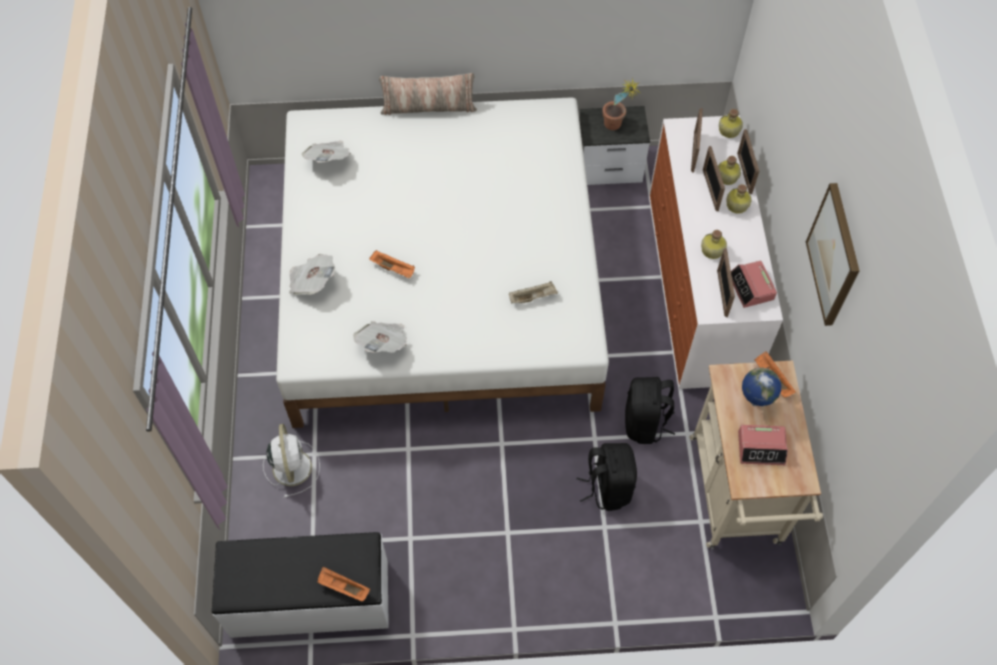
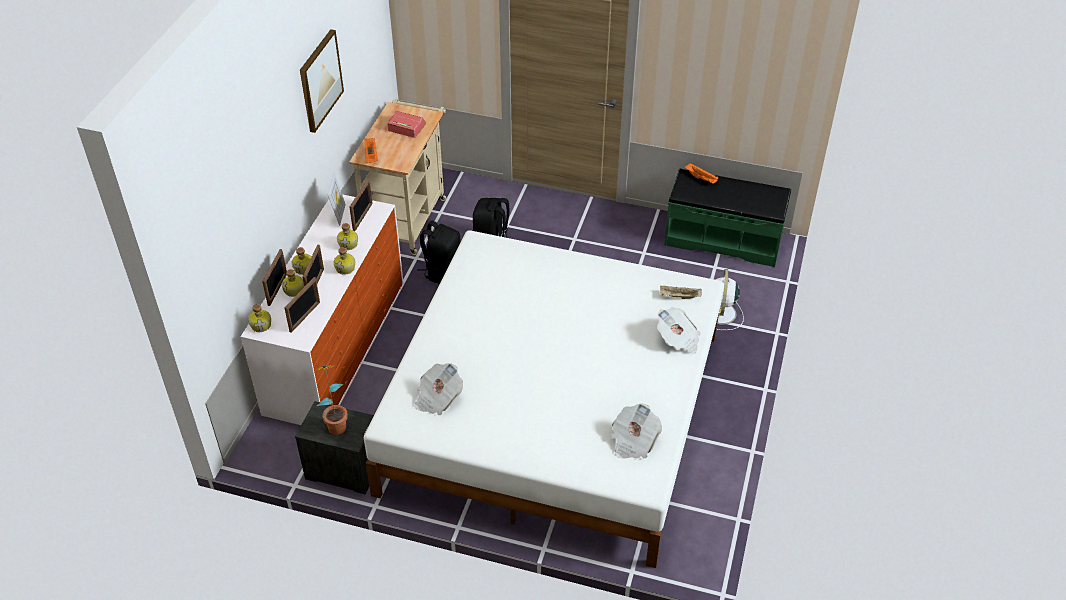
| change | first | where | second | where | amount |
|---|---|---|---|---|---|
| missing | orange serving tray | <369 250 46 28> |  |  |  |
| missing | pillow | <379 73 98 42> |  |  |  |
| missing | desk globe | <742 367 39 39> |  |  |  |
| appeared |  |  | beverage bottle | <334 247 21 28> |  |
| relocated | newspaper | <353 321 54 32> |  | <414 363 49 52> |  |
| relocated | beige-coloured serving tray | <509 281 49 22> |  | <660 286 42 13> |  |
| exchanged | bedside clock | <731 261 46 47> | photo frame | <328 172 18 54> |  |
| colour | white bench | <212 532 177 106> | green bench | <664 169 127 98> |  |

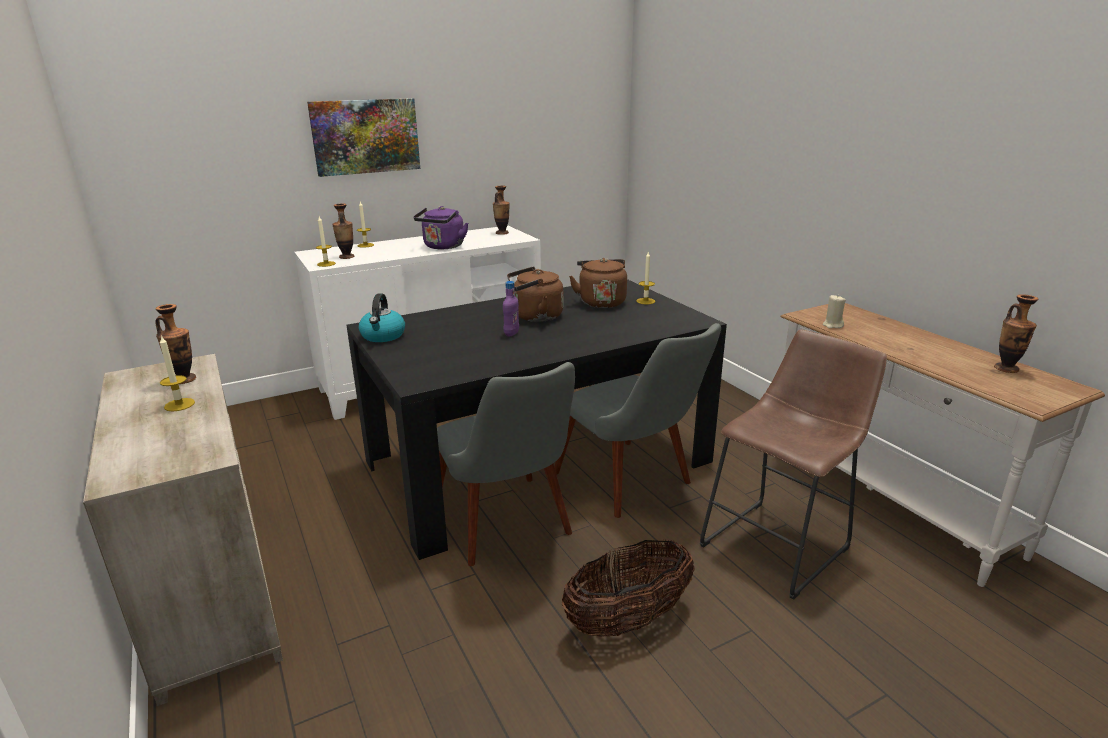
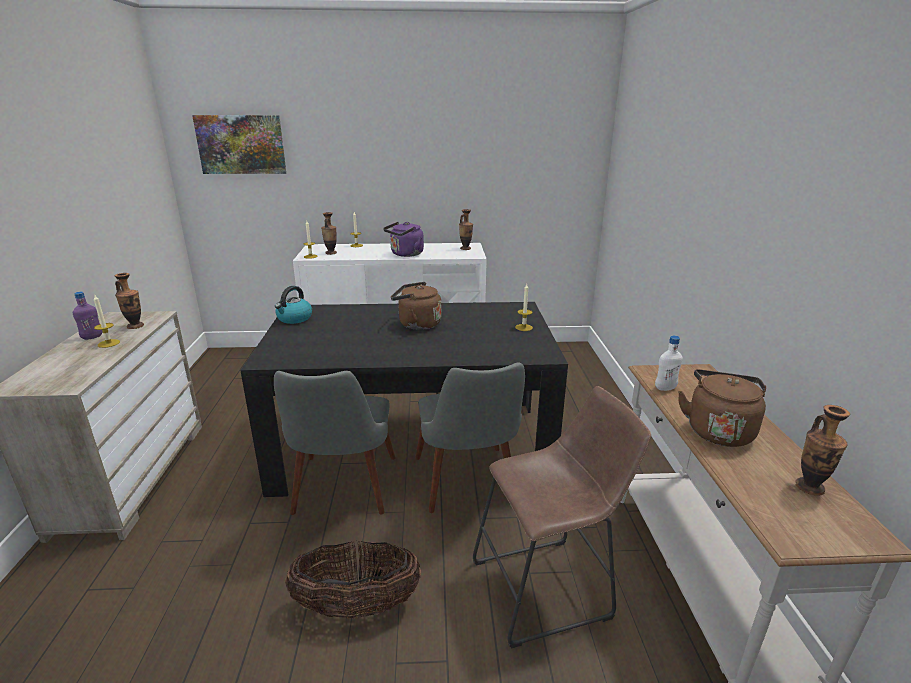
| change | first | where | second | where | amount |
|---|---|---|---|---|---|
| relocated | wall picture | <307 98 113 79> |  | <192 115 94 59> |  |
| relocated | purplish beverage bottle | <503 281 16 55> |  | <73 292 29 48> |  |
| relocated | brownish tea kettle | <569 258 58 50> |  | <678 369 88 78> |  |
| exchanged | beige-coloured wax light | <823 295 23 33> | white beverage bottle | <655 335 28 56> |  |

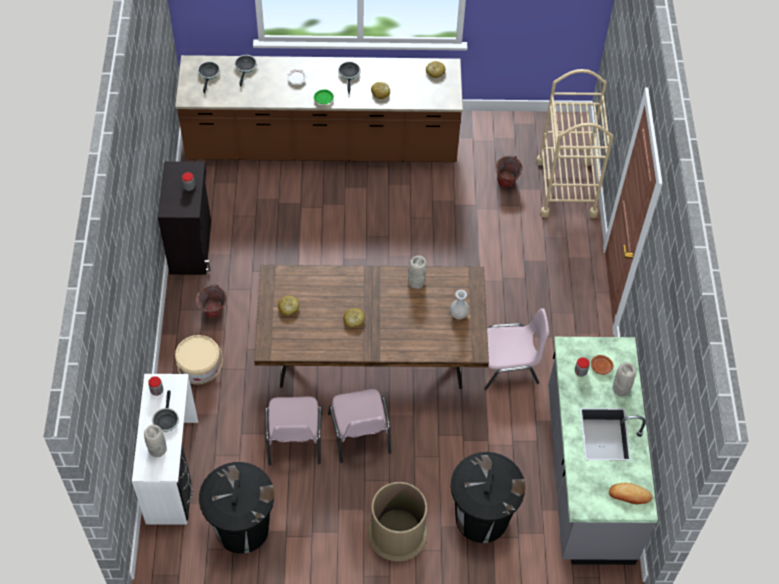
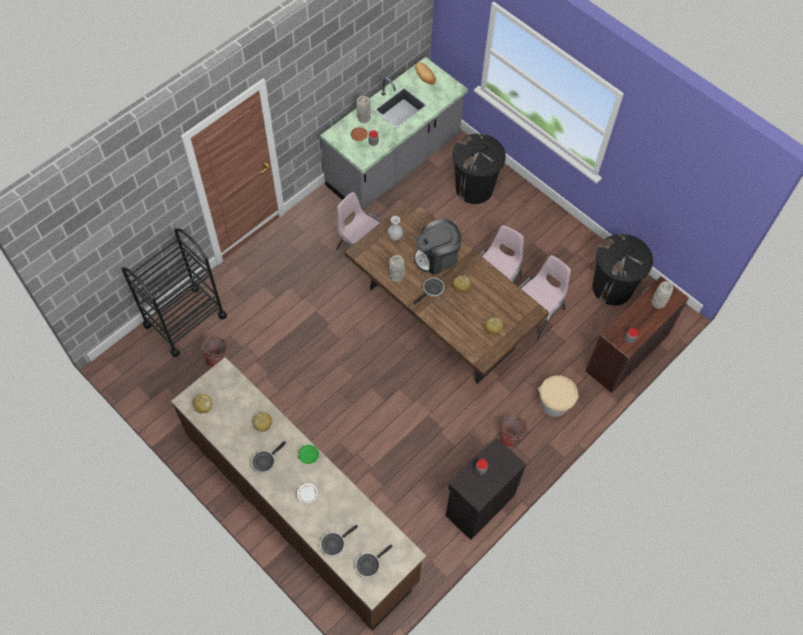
| change | first | where | second | where | amount |
|---|---|---|---|---|---|
| missing | brownish trash can | <368 482 60 79> |  |  |  |
| appeared |  |  | coffee brewer | <414 219 48 56> |  |
| relocated | pan | <152 391 27 41> |  | <414 278 30 27> |  |
| colour | white desk | <132 374 66 151> | brownish desk | <585 276 104 117> |  |
| colour | beige-coloured cart | <536 69 78 149> | black cart | <121 228 106 129> |  |

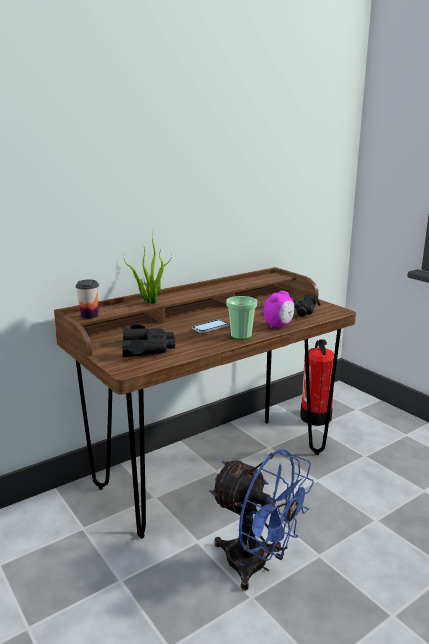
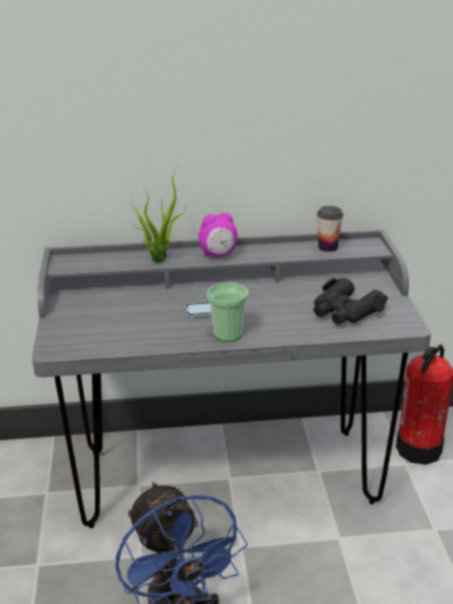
| change | first | where | second | where | amount |
|---|---|---|---|---|---|
| missing | black binoculars | <122 323 53 34> |  |  |  |
| relocated | small cup | <76 279 23 40> |  | <317 206 26 46> |  |
| relocated | bedside clock | <264 291 30 37> |  | <199 212 39 45> |  |
| colour | brownish desk | <54 267 302 272> | grey desk | <32 230 399 298> |  |

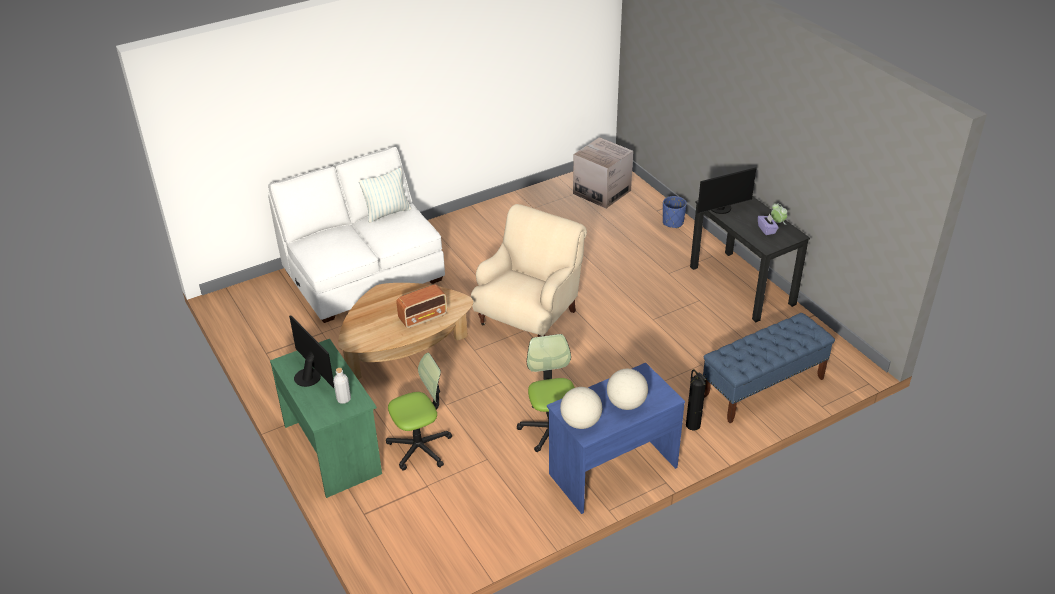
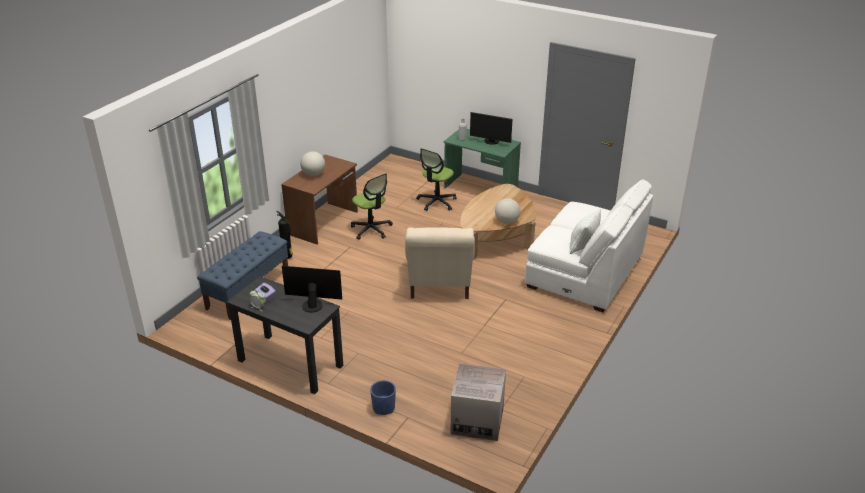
| change | first | where | second | where | amount |
|---|---|---|---|---|---|
| missing | radio | <396 284 51 44> |  |  |  |
| relocated | desk globe | <560 387 42 42> |  | <495 198 26 26> |  |
| colour | blue desk | <547 363 138 151> | brownish desk | <281 155 77 90> |  |
| spun | monitor | <697 167 59 47> |  | <282 266 60 46> | 60 degrees clockwise |

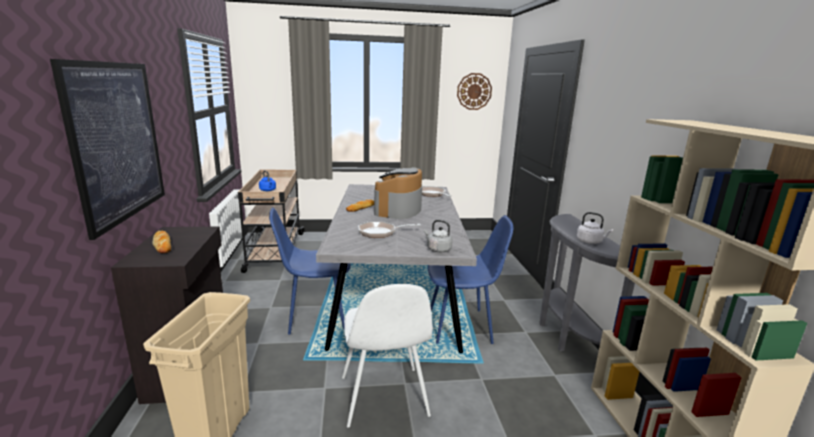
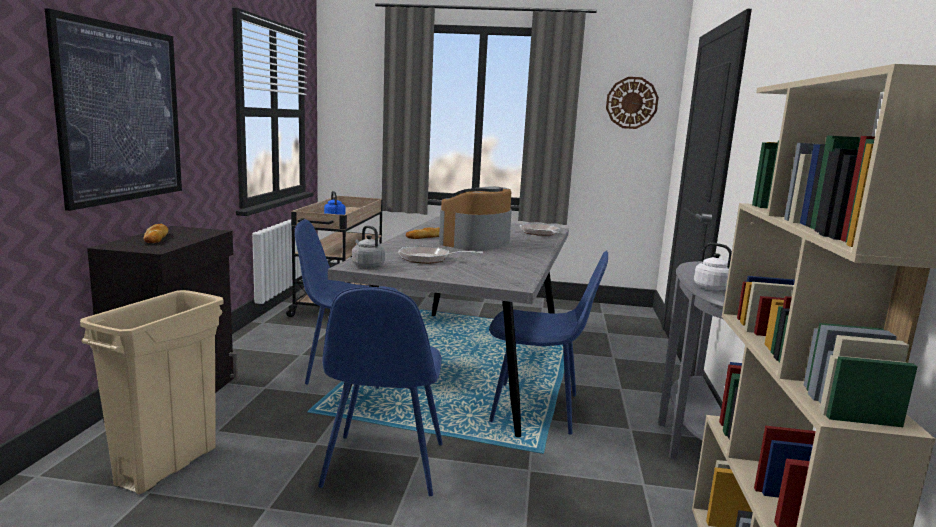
| change | first | where | second | where | amount |
|---|---|---|---|---|---|
| relocated | grey tea kettle | <424 220 29 32> |  | <352 226 33 42> |  |
| colour | white upright chair | <342 284 91 144> | blue upright chair | <318 287 125 209> |  |

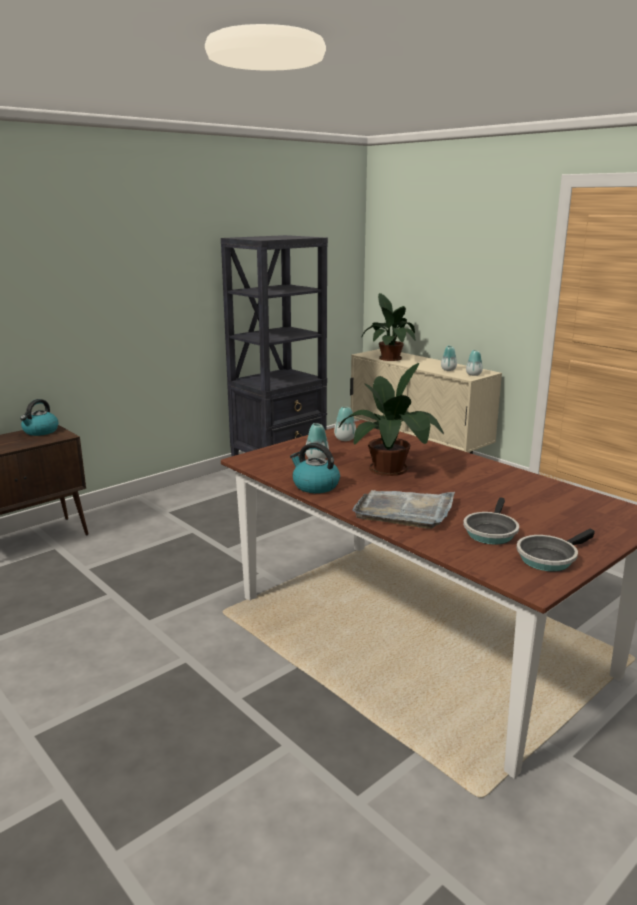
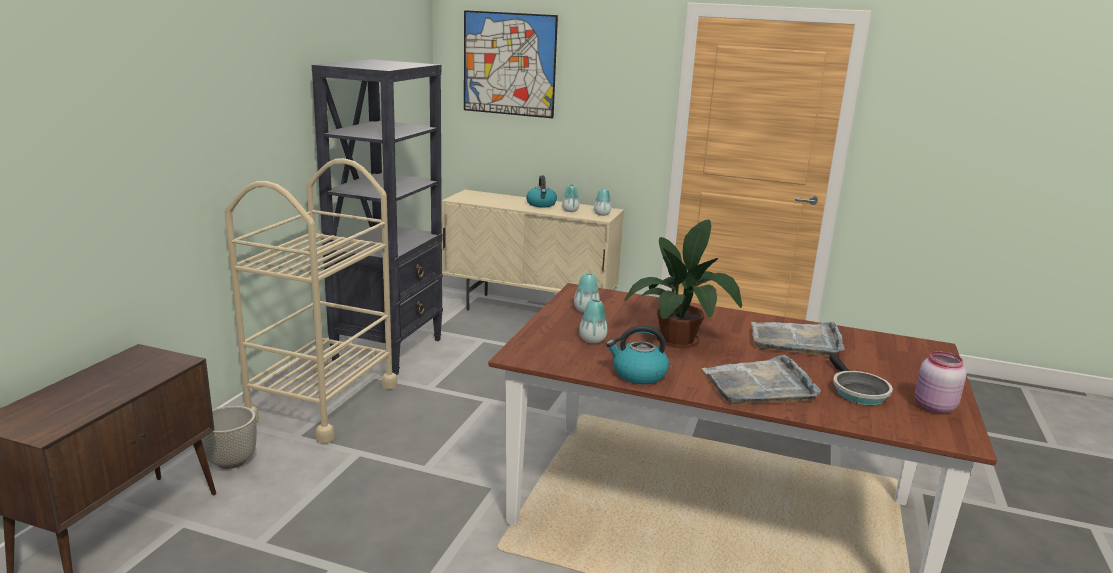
| change | first | where | second | where | amount |
|---|---|---|---|---|---|
| missing | houseplant | <361 293 55 68> |  |  |  |
| appeared |  |  | grey planter | <201 406 56 63> |  |
| appeared |  |  | beige-coloured cart | <225 158 172 286> |  |
| appeared |  |  | wall picture | <464 10 94 108> |  |
| appeared |  |  | grey serving tray | <751 322 93 35> |  |
| relocated | tea kettle | <20 399 38 37> |  | <526 175 31 32> |  |
| exchanged | pan | <516 529 79 43> | pink-coloured storage jar | <915 351 51 63> |  |

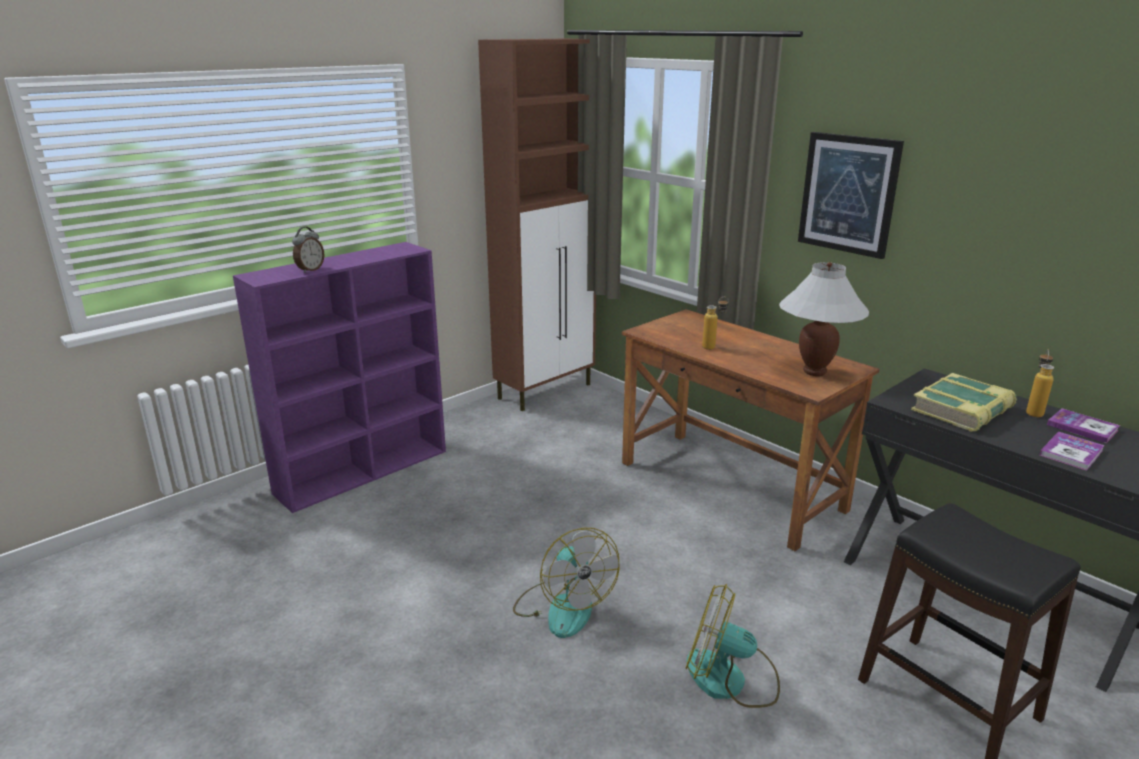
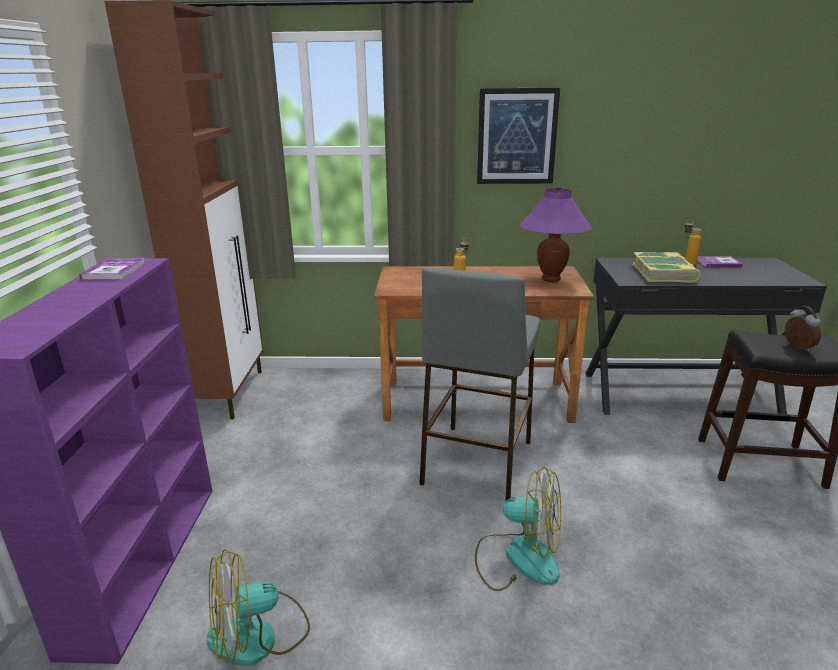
| change | first | where | second | where | amount |
|---|---|---|---|---|---|
| appeared |  |  | grey sitting stool | <419 268 121 233> |  |
| relocated | bedside clock | <292 227 32 46> |  | <785 306 36 46> |  |
| relocated | fan | <686 584 94 124> |  | <207 549 103 117> |  |
| relocated | volume | <1039 432 66 39> |  | <79 258 66 22> |  |
| colour | white tabletop lamp | <779 262 90 114> | purplish tabletop lamp | <520 187 72 95> |  |

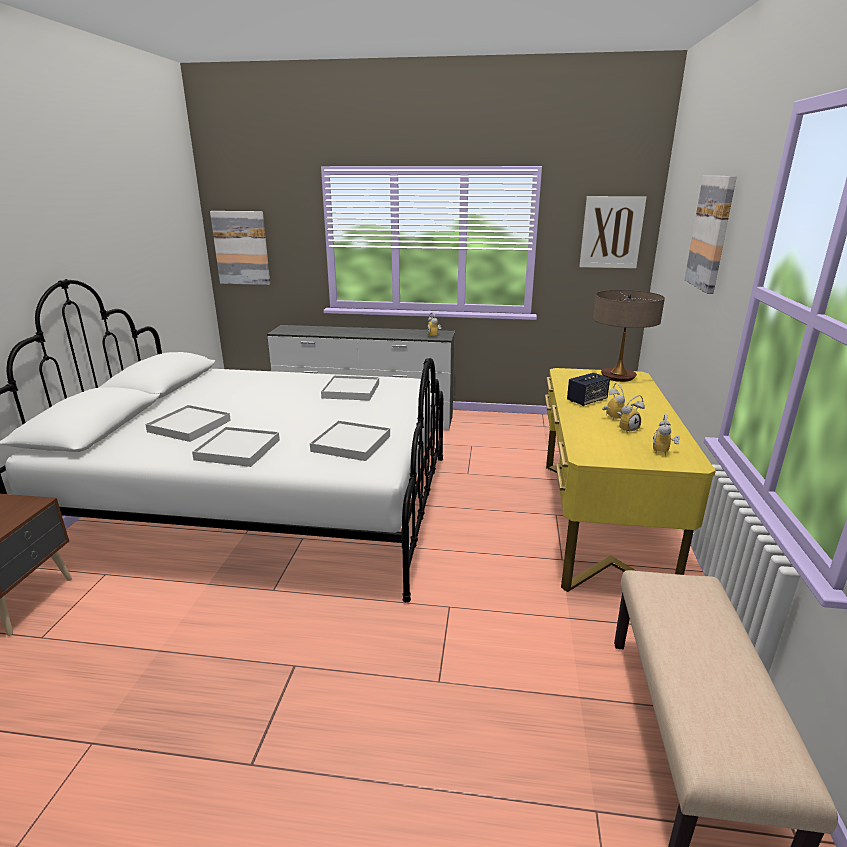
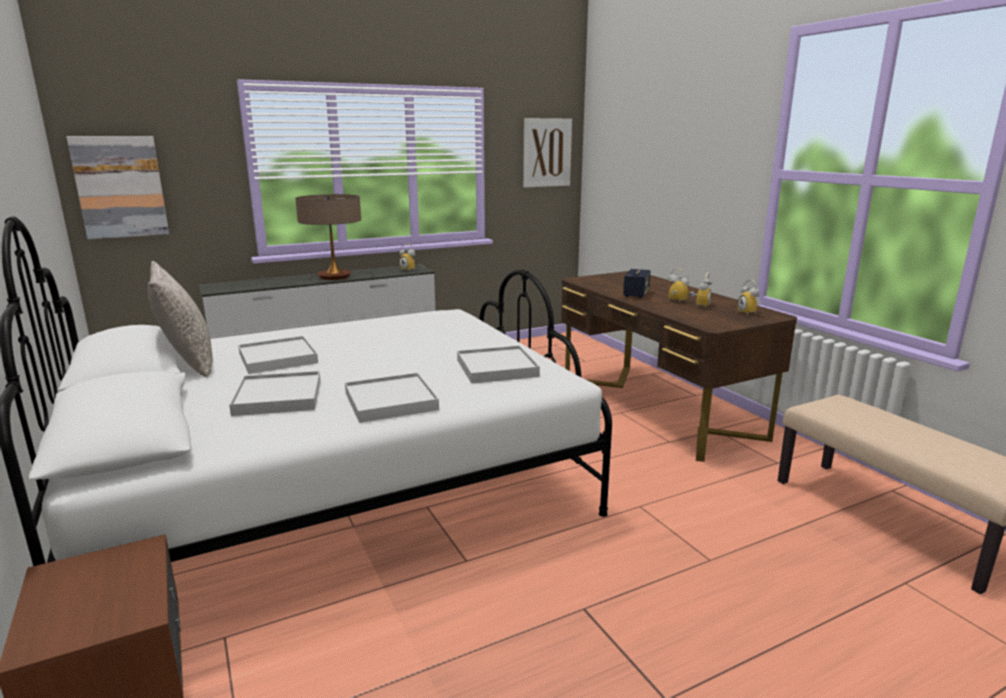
| change | first | where | second | where | amount |
|---|---|---|---|---|---|
| missing | wall picture | <684 176 53 118> |  |  |  |
| appeared |  |  | grey pillow | <148 261 65 116> |  |
| relocated | white serving tray | <321 375 58 26> |  | <238 336 80 38> |  |
| relocated | tabletop lamp | <593 290 72 92> |  | <295 194 66 86> |  |
| colour | yellow-coloured desk | <545 368 171 224> | brownish desk | <561 271 236 191> |  |

